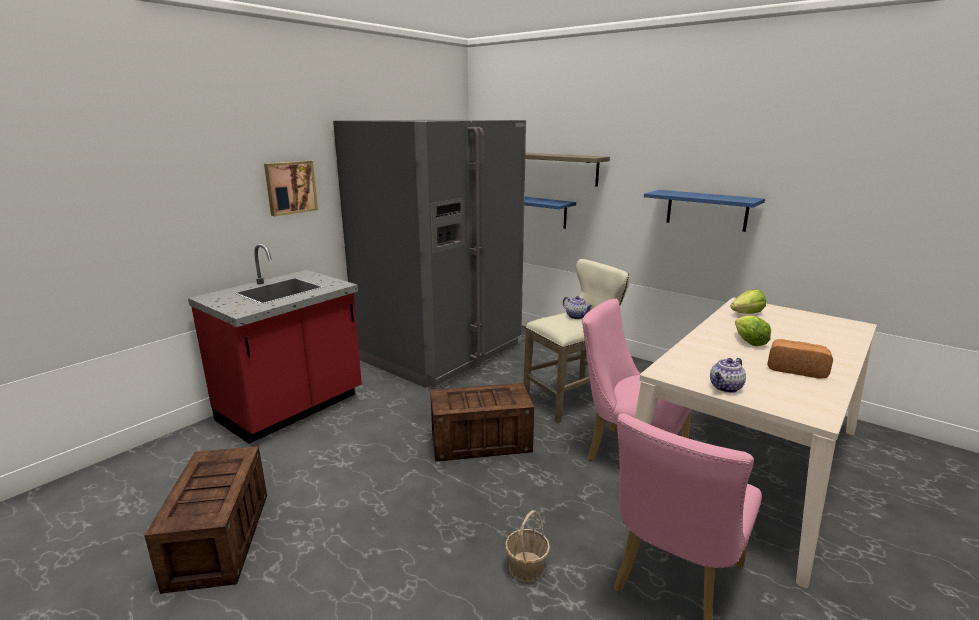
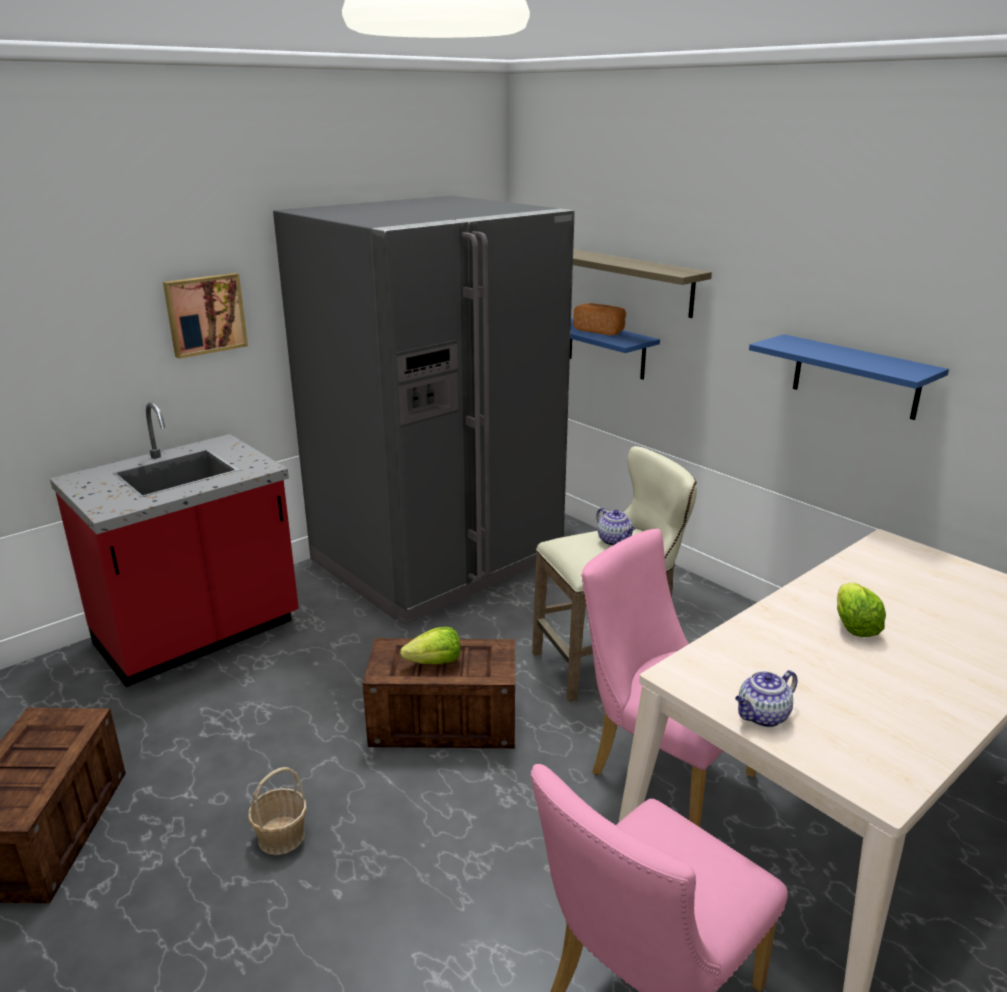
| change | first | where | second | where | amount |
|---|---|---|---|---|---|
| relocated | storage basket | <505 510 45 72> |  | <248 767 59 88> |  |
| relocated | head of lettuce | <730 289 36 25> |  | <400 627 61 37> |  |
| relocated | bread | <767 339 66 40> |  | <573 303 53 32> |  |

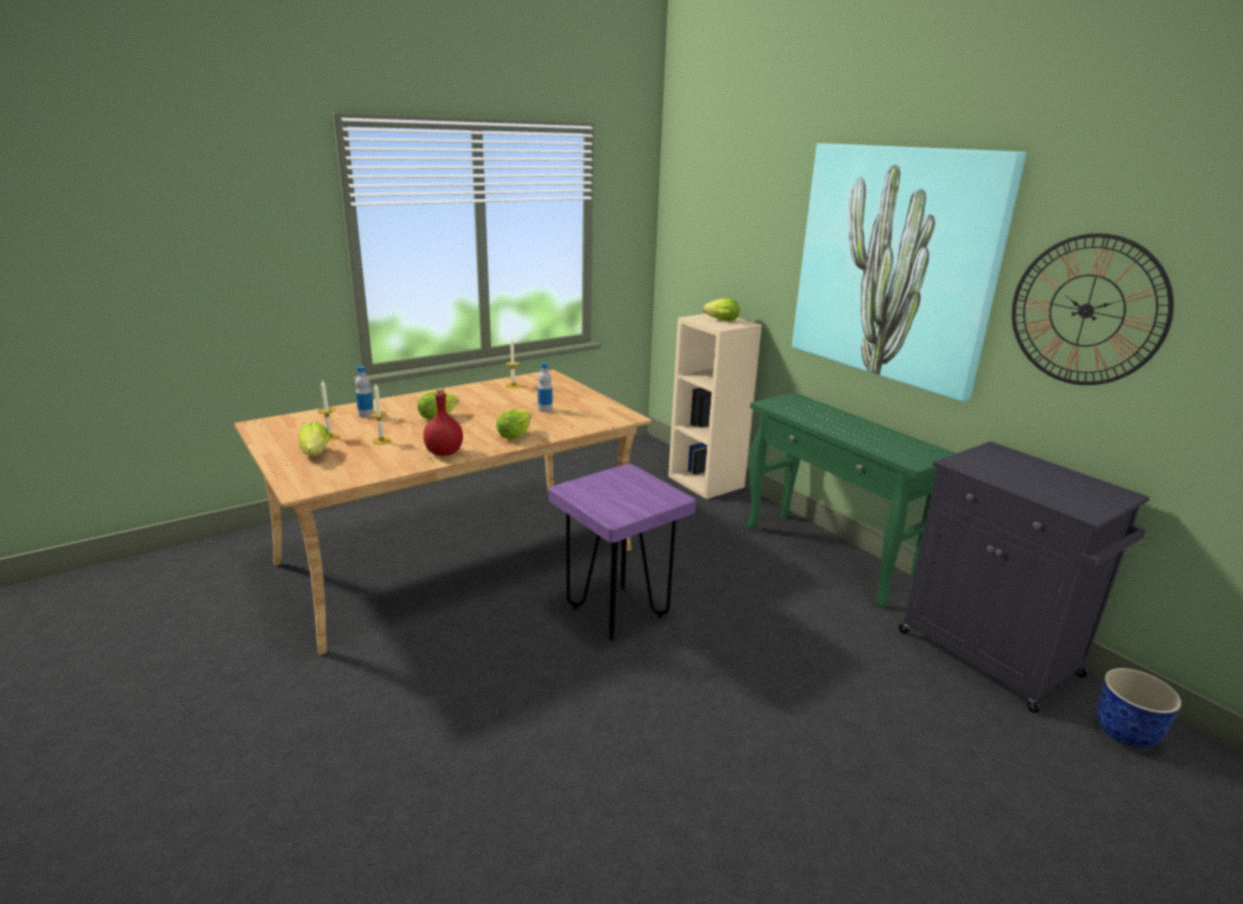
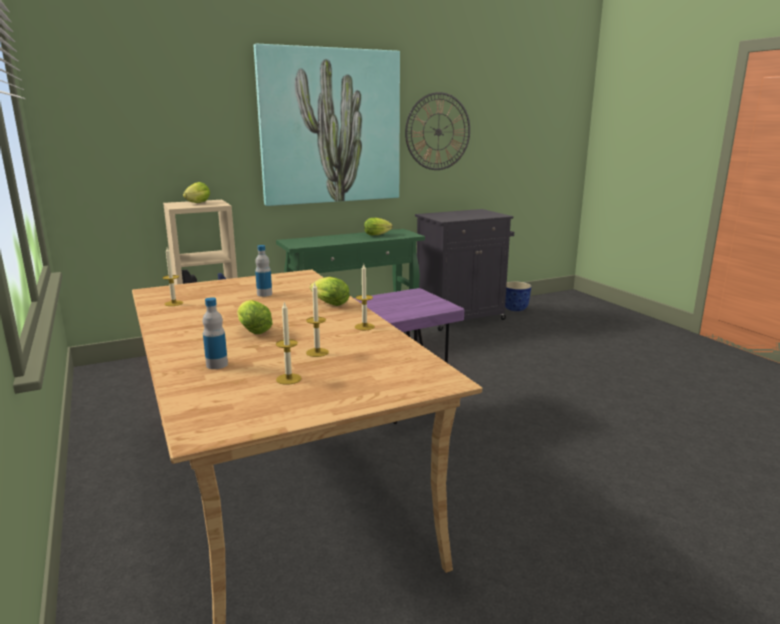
| change | first | where | second | where | amount |
|---|---|---|---|---|---|
| relocated | head of lettuce | <299 422 31 34> |  | <364 218 29 17> |  |
| exchanged | reddish beverage bottle | <423 388 40 68> | wax light | <355 264 20 66> |  |

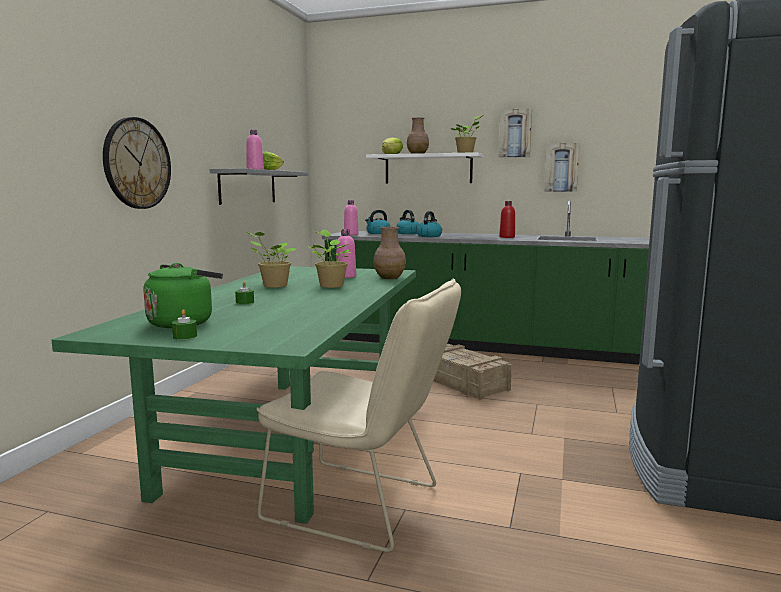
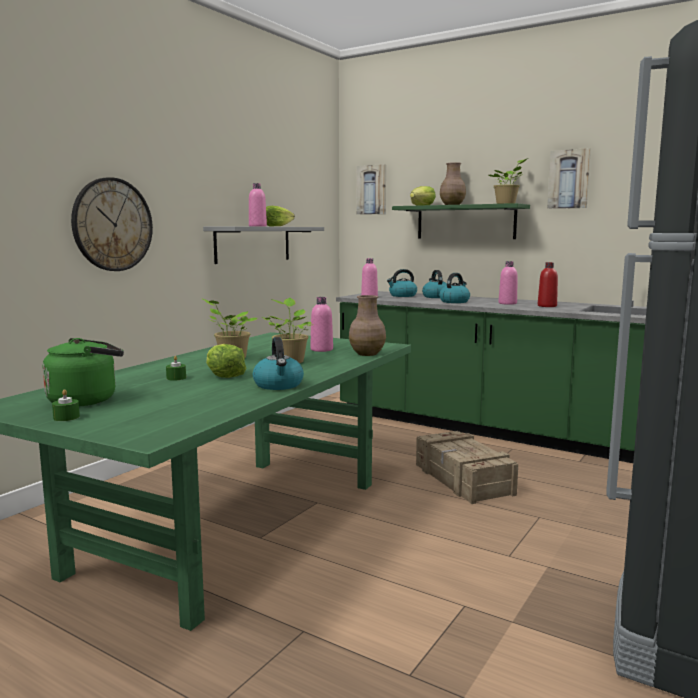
| change | first | where | second | where | amount |
|---|---|---|---|---|---|
| missing | beige-coloured upright chair | <256 278 205 274> |  |  |  |
| appeared |  |  | head of lettuce | <206 344 40 34> |  |
| appeared |  |  | tea kettle | <253 337 51 53> |  |
| appeared |  |  | pink-coloured beverage bottle | <499 261 19 44> |  |
| relocated | wall picture | <544 143 36 49> |  | <356 164 30 51> |  |
| colour | white shelf | <366 152 118 32> | green shelf | <392 203 138 36> |  |

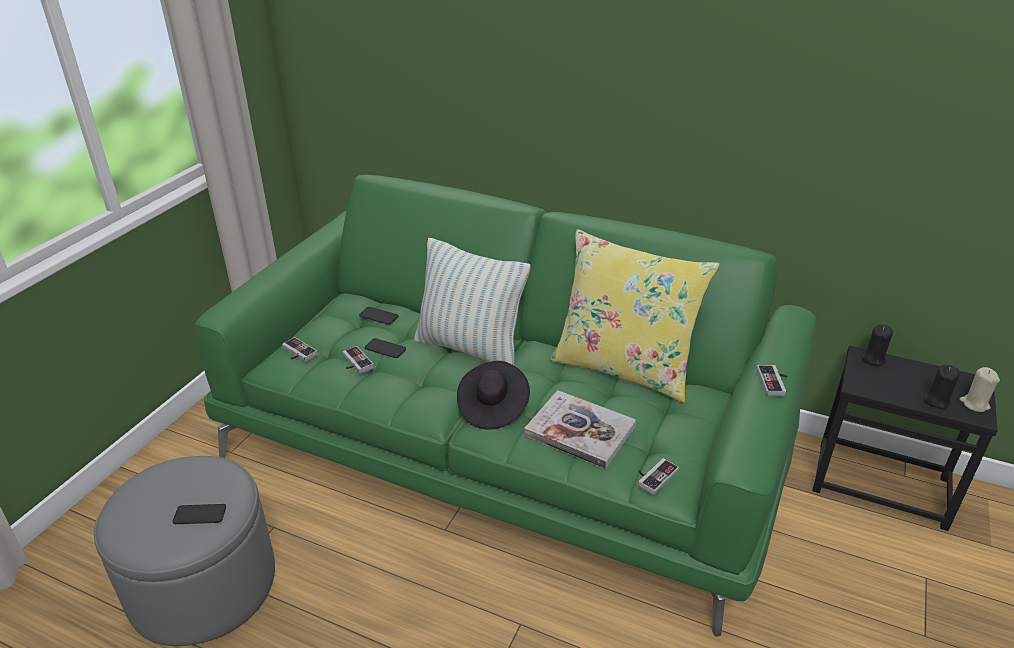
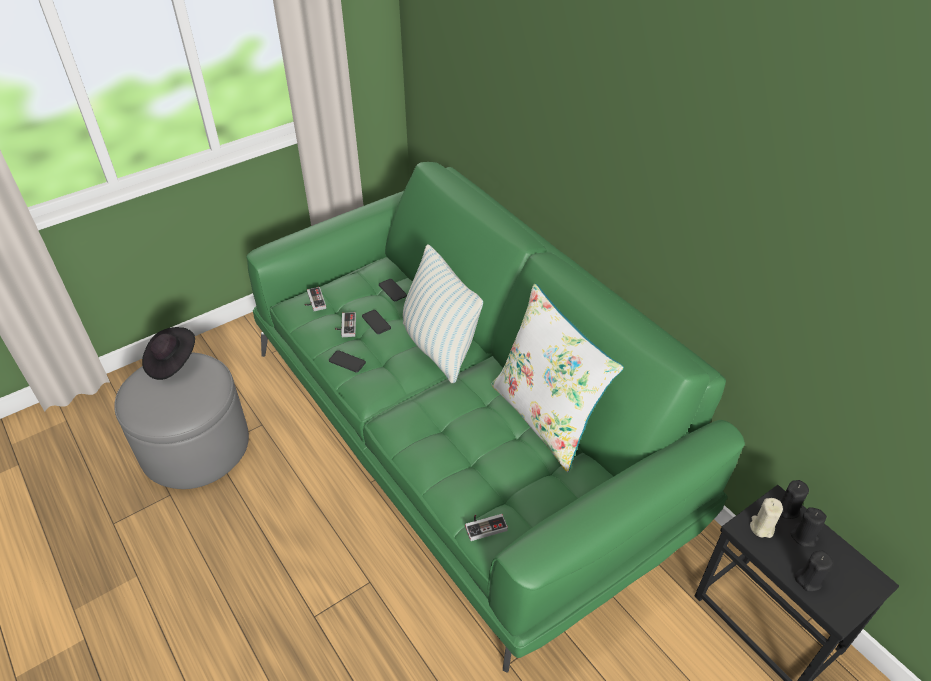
| change | first | where | second | where | amount |
|---|---|---|---|---|---|
| missing | volume | <524 390 112 79> |  |  |  |
| missing | gamepad | <756 365 32 32> |  |  |  |
| appeared |  |  | black wax light | <790 507 37 40> |  |
| relocated | phone | <172 504 54 20> |  | <329 350 37 22> |  |
| relocated | black wearable hat | <457 361 73 68> |  | <142 327 53 53> |  |
| relocated | beige-coloured wax light | <960 367 40 45> |  | <750 498 33 40> |  |
| colour | yellow-coloured pillow | <550 229 170 174> | white pillow | <491 283 133 189> |  |

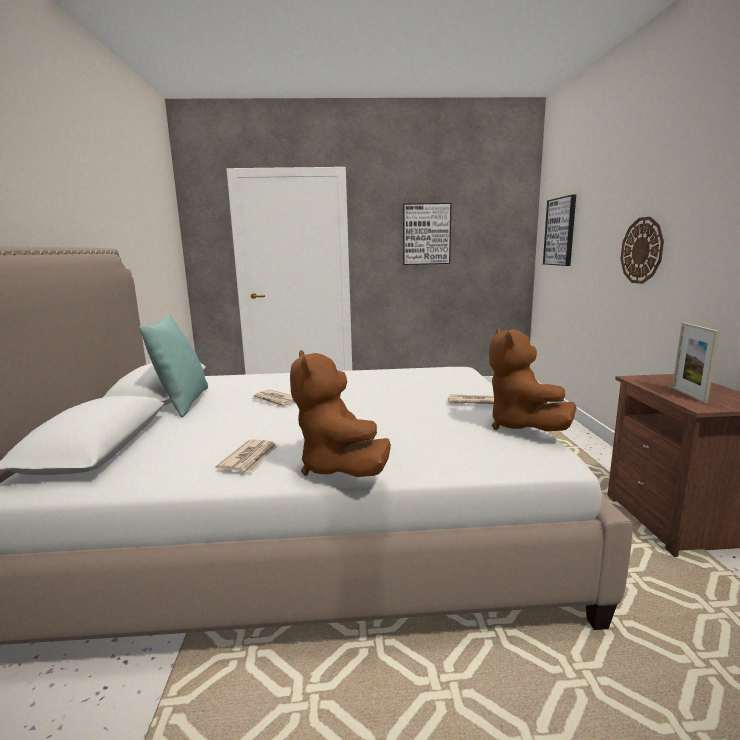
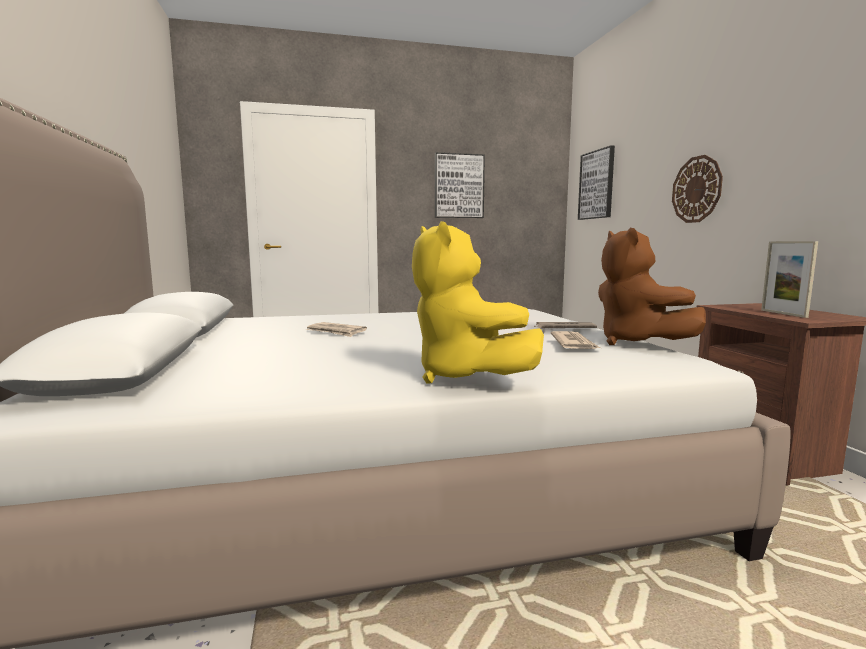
| change | first | where | second | where | amount |
|---|---|---|---|---|---|
| missing | blue-green pillow | <139 315 69 102> |  |  |  |
| relocated | newspaper | <216 439 61 33> |  | <551 331 49 18> |  |
| colour | brownish cuddly toy | <290 350 101 127> | yellow-coloured cuddly toy | <412 221 132 163> |  |

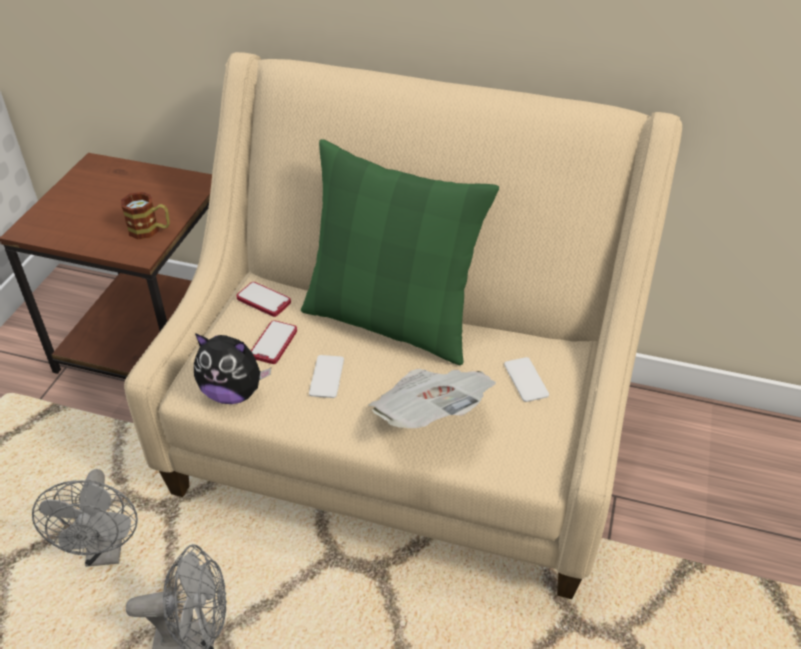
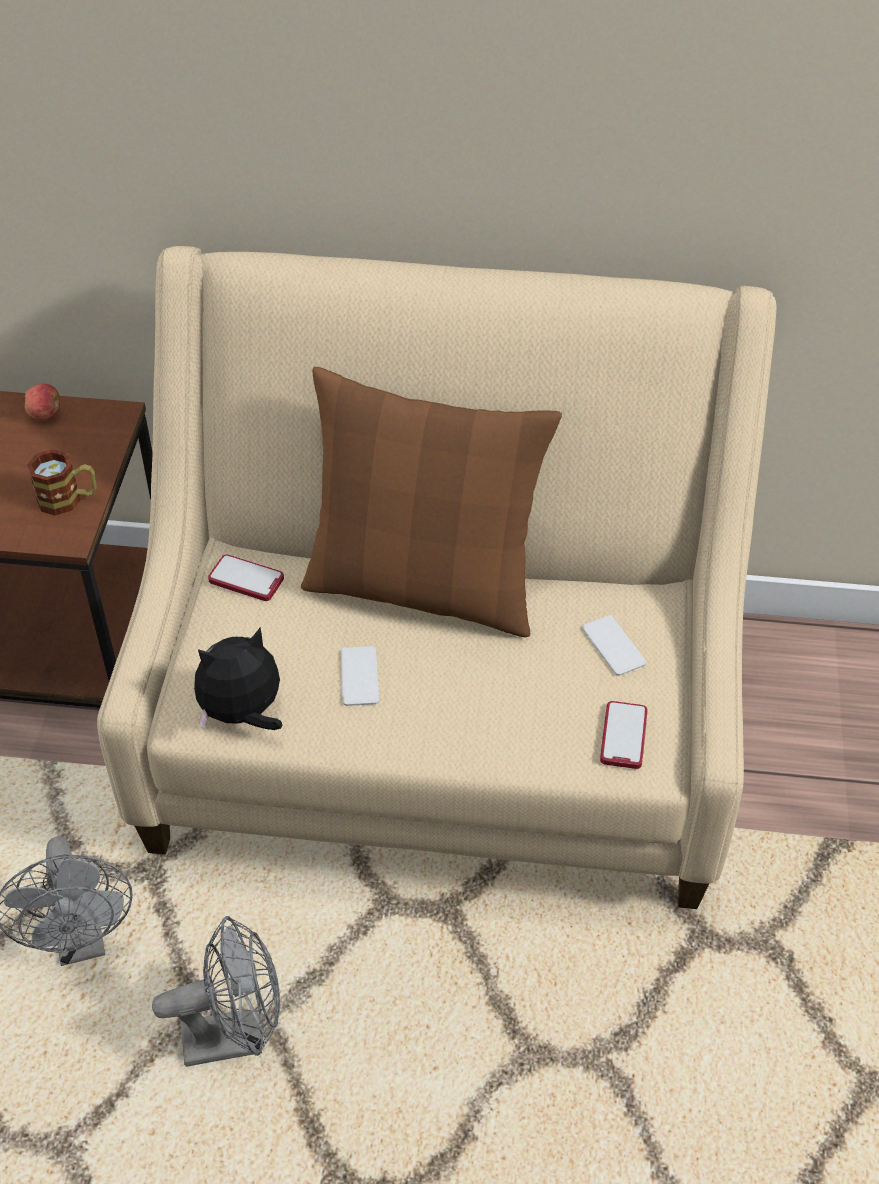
| change | first | where | second | where | amount |
|---|---|---|---|---|---|
| missing | newspaper | <368 369 128 59> |  |  |  |
| appeared |  |  | whole apple | <25 383 35 37> |  |
| relocated | phone | <251 320 46 44> |  | <600 701 48 68> |  |
| colour | green pillow | <301 139 198 226> | brownish pillow | <301 367 261 270> |  |
| spun | cuddly toy | <194 333 77 71> |  | <194 627 88 103> | 150 degrees clockwise |

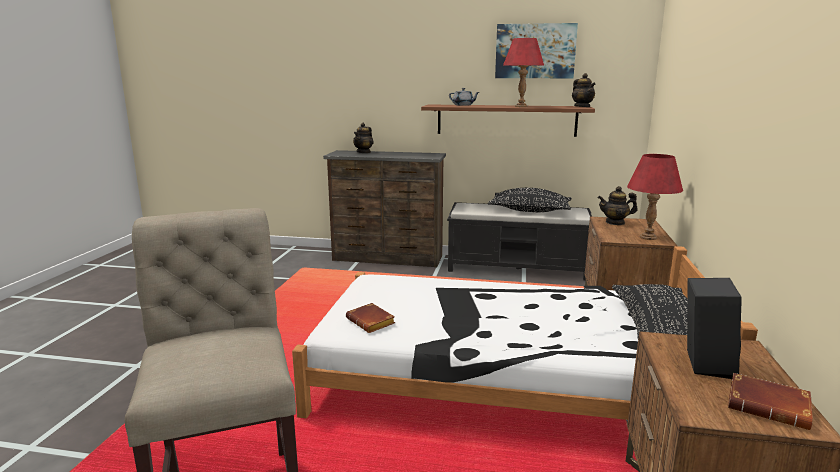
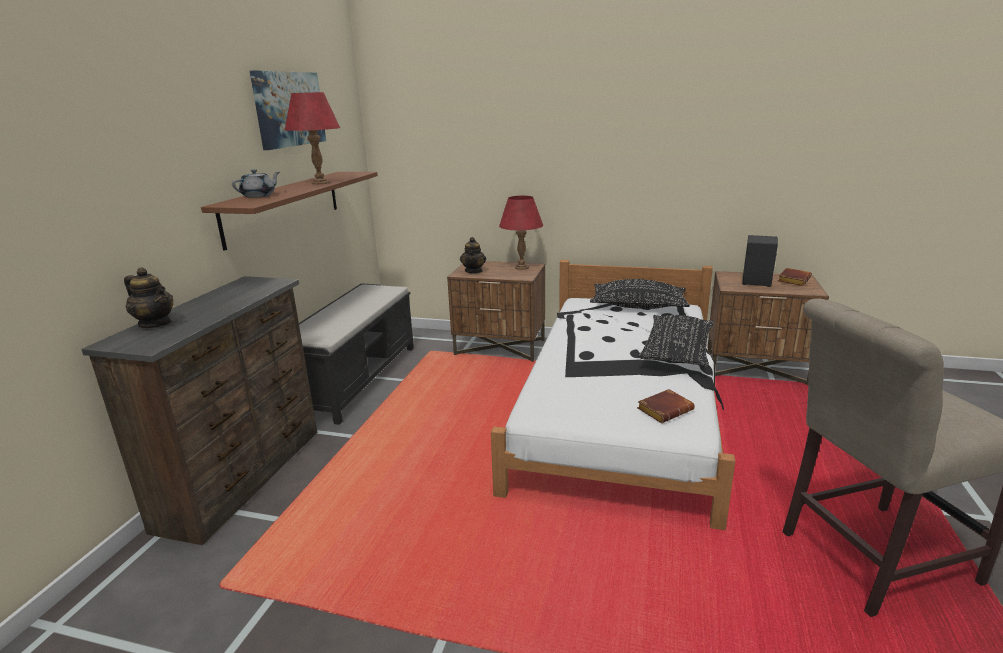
| change | first | where | second | where | amount |
|---|---|---|---|---|---|
| missing | tea pot | <572 73 23 34> |  |  |  |
| relocated | black pillow | <488 188 84 24> |  | <638 315 76 53> |  |

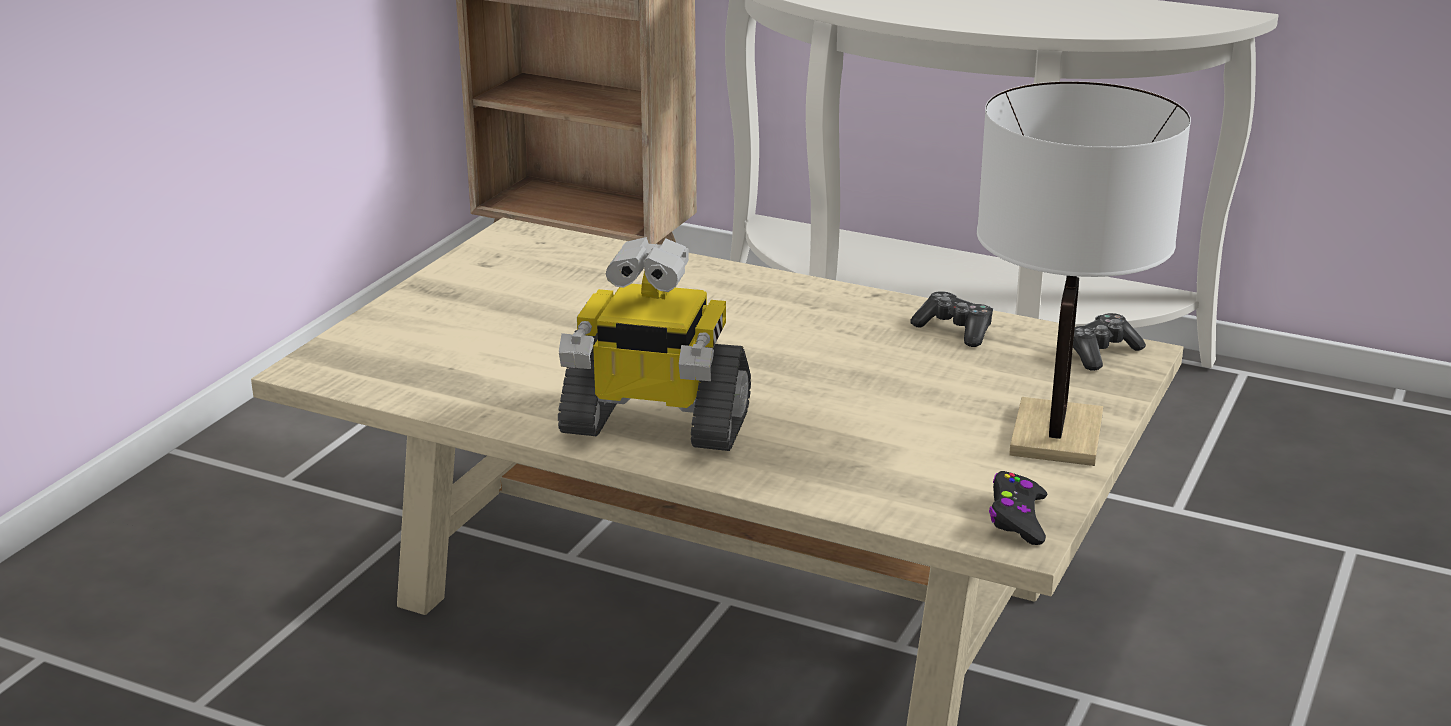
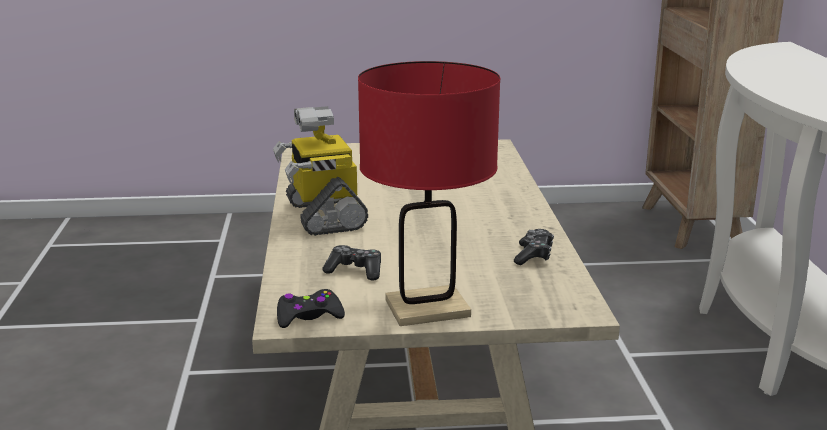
| change | first | where | second | where | amount |
|---|---|---|---|---|---|
| relocated | gamepad | <1073 313 73 58> |  | <322 245 59 36> |  |
| colour | white tabletop lamp | <977 81 214 385> | reddish tabletop lamp | <358 61 142 265> |  |

